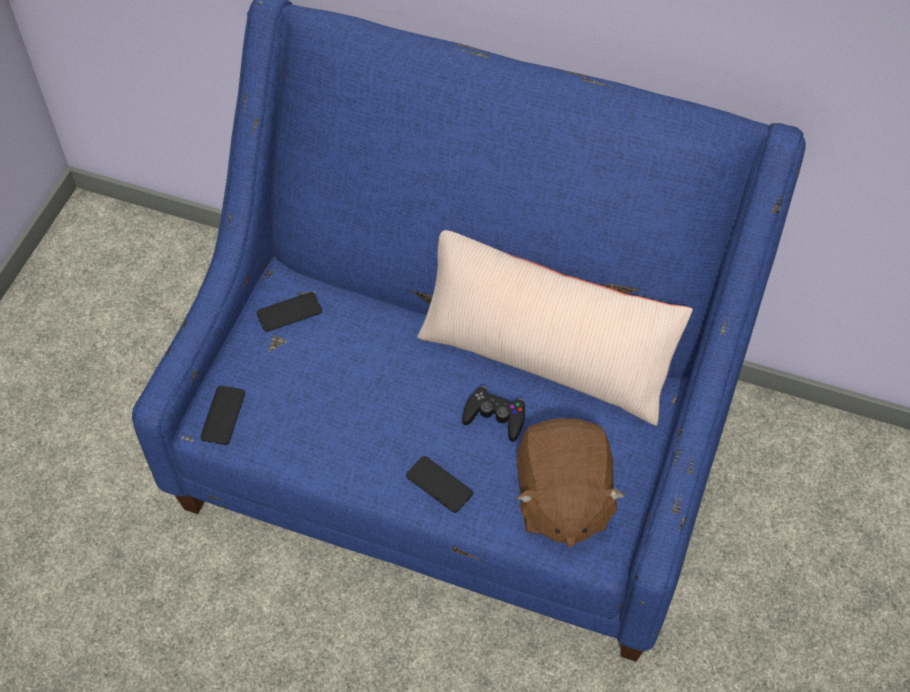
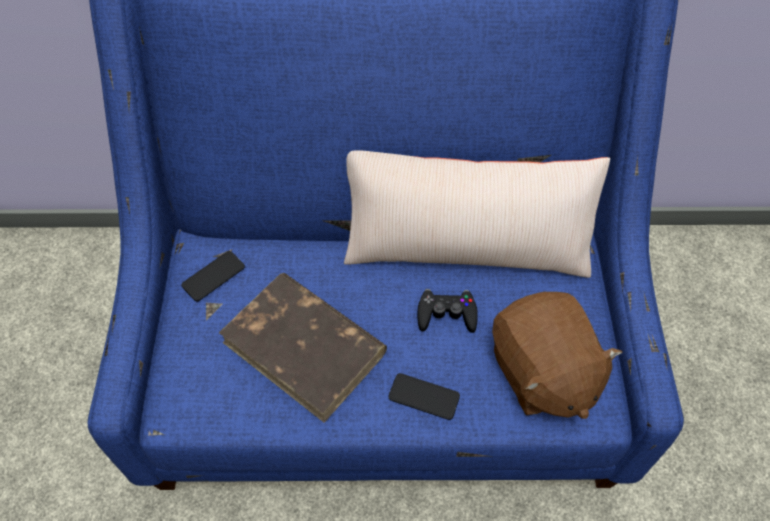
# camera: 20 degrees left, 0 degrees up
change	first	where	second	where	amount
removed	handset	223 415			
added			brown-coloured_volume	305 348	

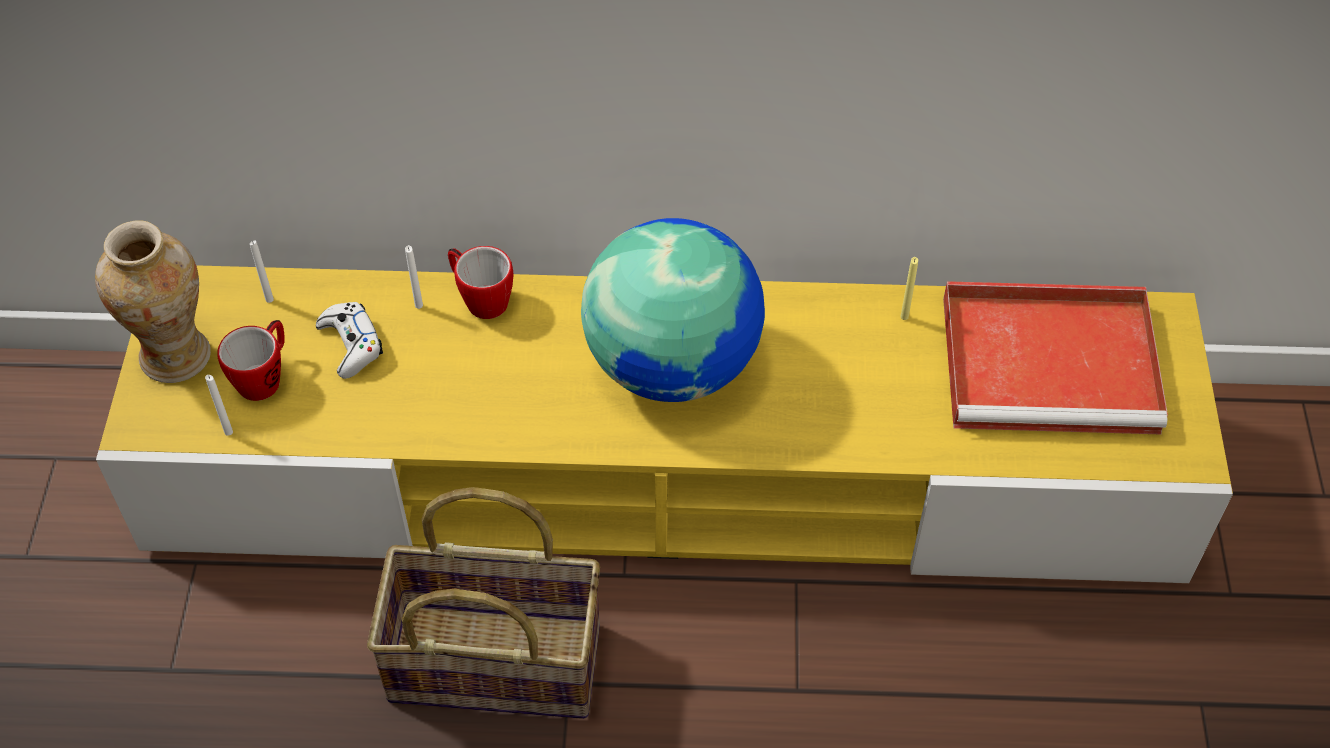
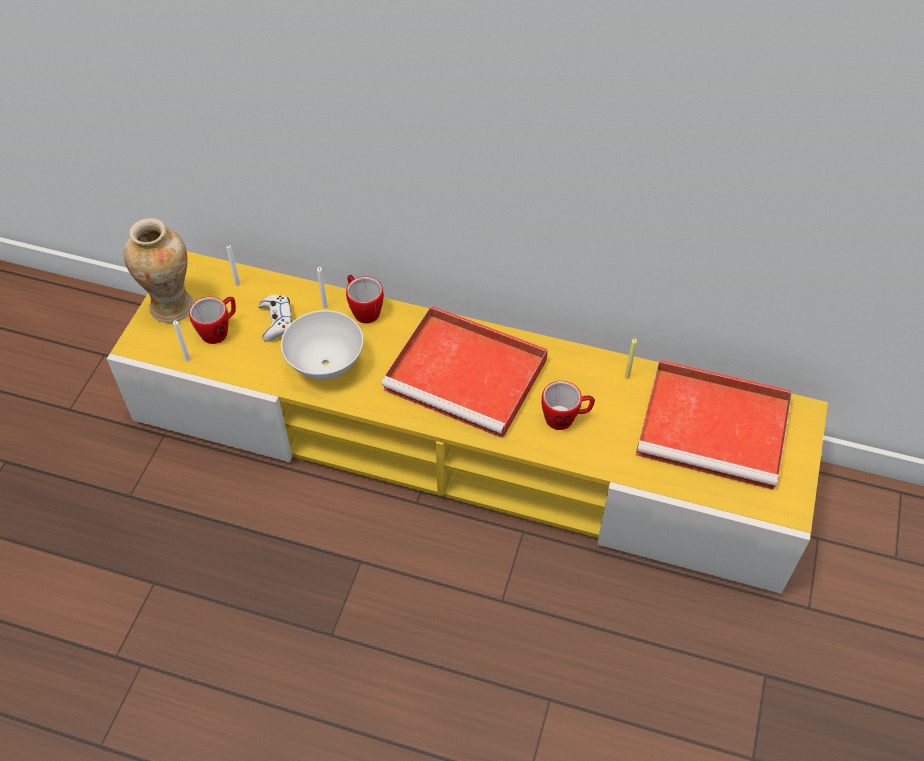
# camera: 15 degrees right, 0 degrees up
change	first	where	second	where	amount
removed	household_basket	497 659			
added			whitish_deep_dish	325 365	
added			tea_mug	565 418	
replaced	globe	673 364	reddish_serving_tray	469 375	

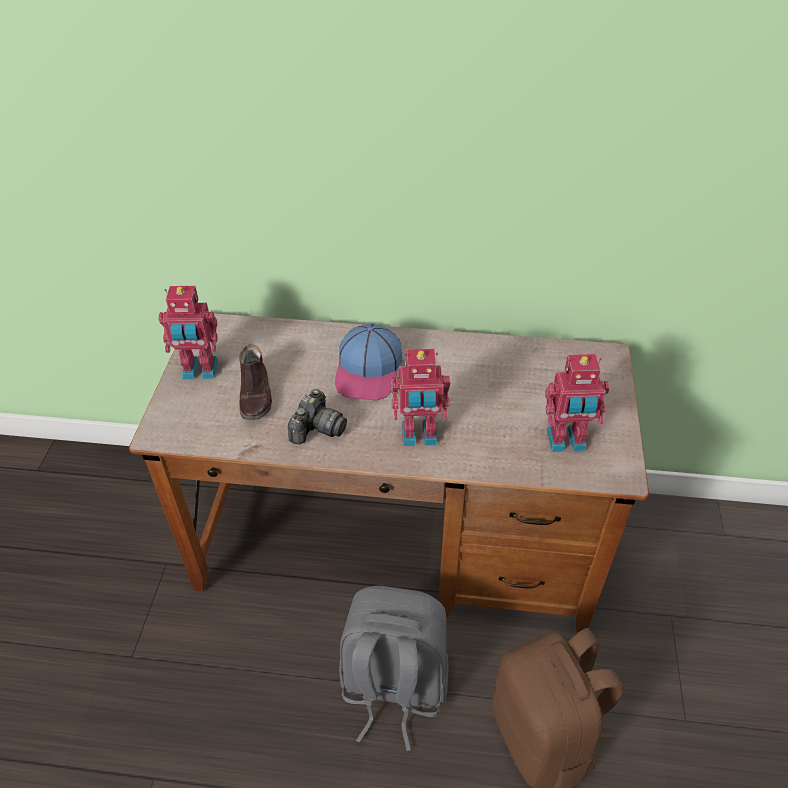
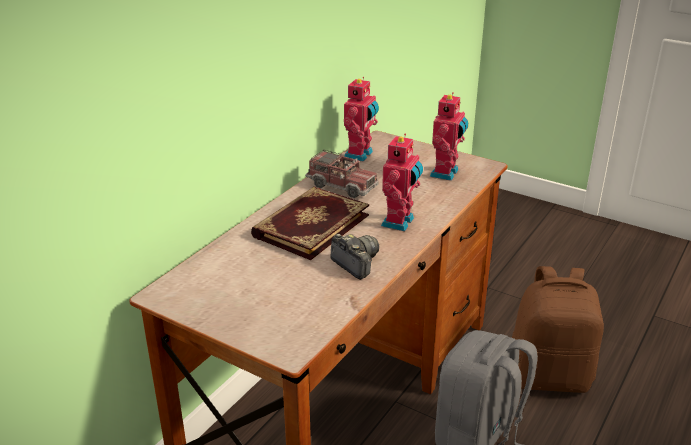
# camera: 65 degrees left, 15 degrees down
change	first	where	second	where	amount
removed	brown-coloured_low_shoe	256 394			
added			toy_lorry	342 185	
moved	robot_figure	199 371		360 155	
replaced	peaked_cap	369 370	volume	310 225	

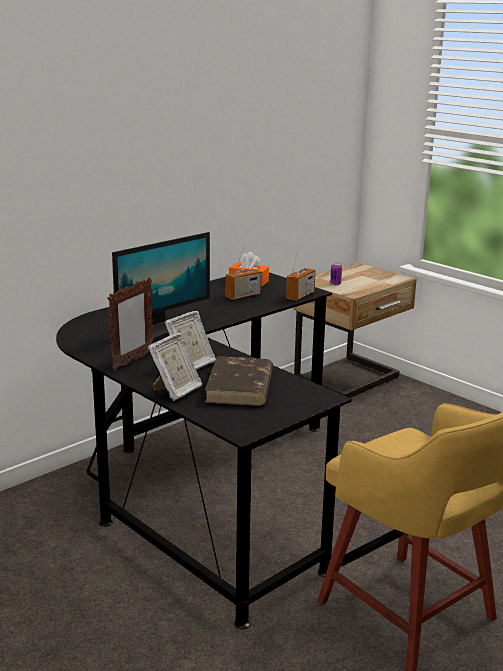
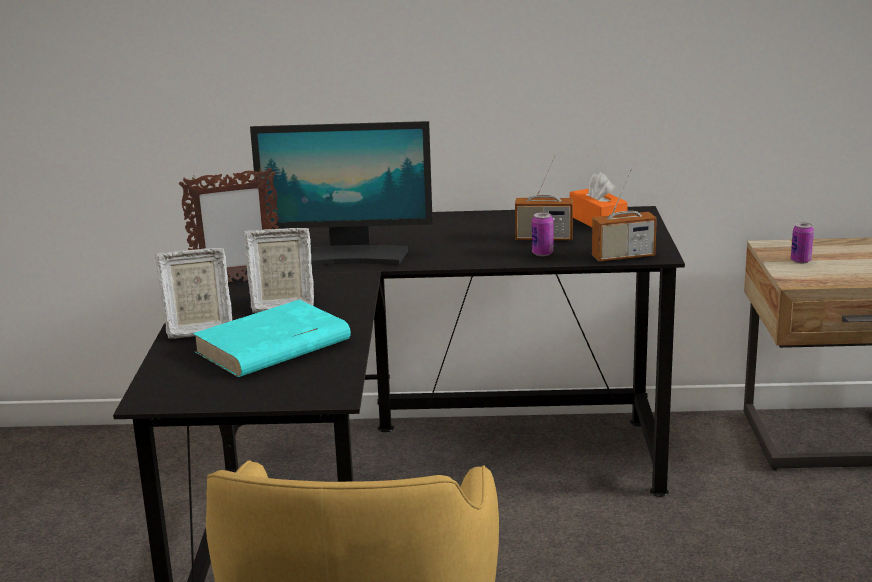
# camera: 45 degrees right, 0 degrees up
change	first	where	second	where	amount
added			sealed_can	542 253	
recoloured	brown-coloured_volume	240 386	turquoise-coloured_volume	271 347	

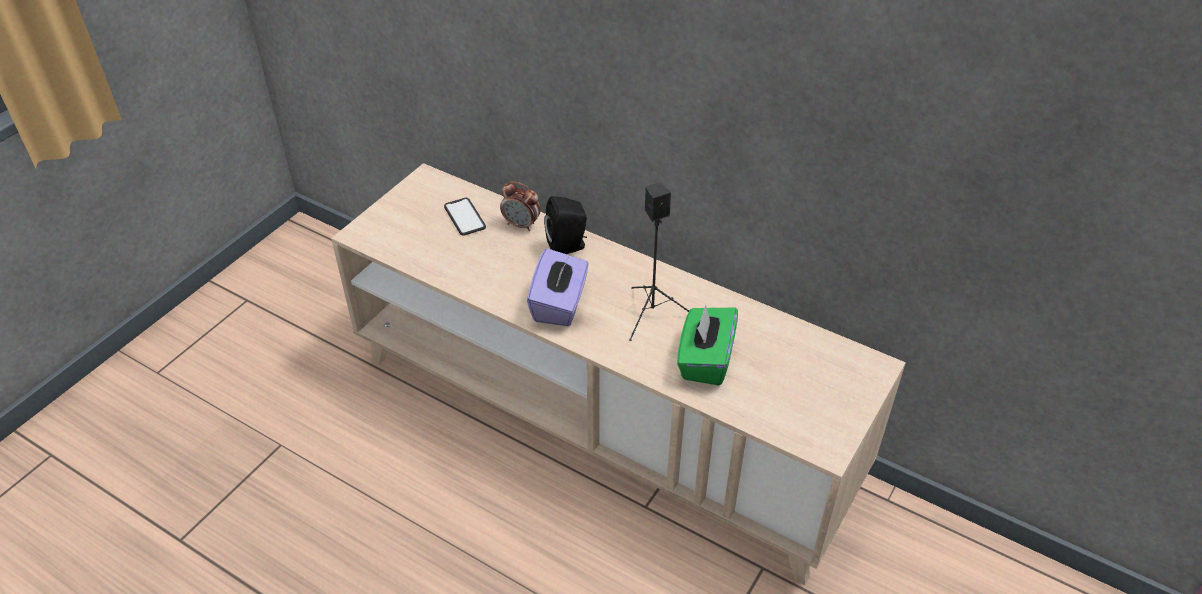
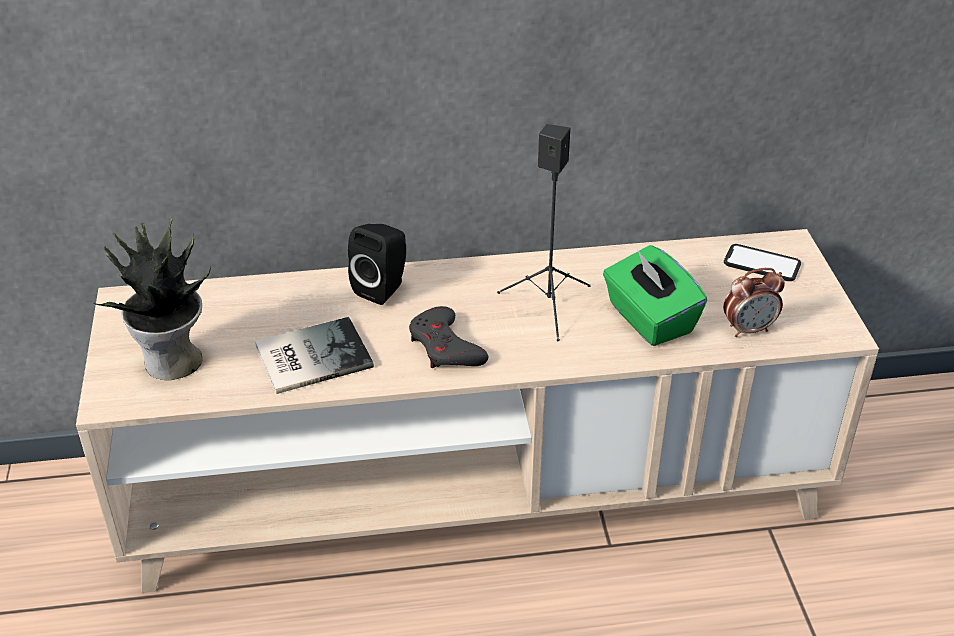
# camera: 40 degrees left, 5 degrees down
change	first	where	second	where	amount
added			potted_plant	173 363	
added			volume	310 355	
moved	handset	464 217		762 264	
moved	alarm_clock	521 225		748 329	
replaced	purplish_tissue_box	559 304	gray_game_controller	445 347	

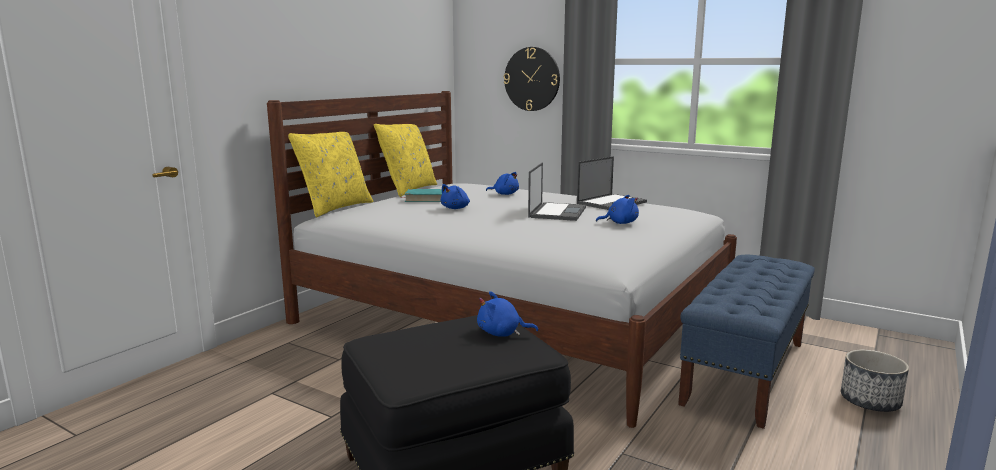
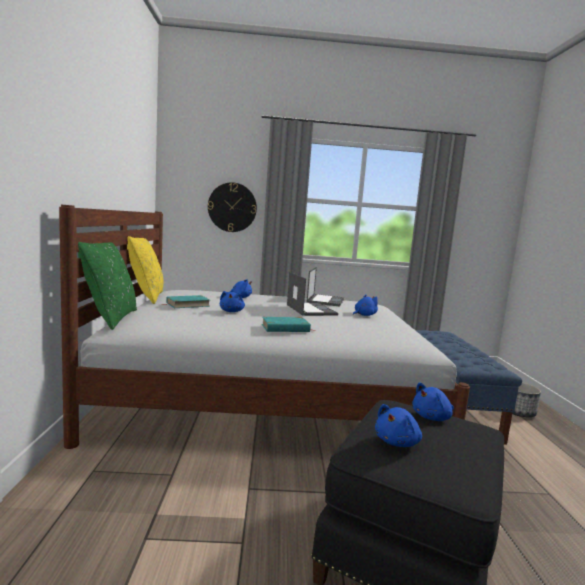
# camera: 35 degrees left, 5 degrees down
change	first	where	second	where	amount
added			turquoise-coloured_volume	285 328	
added			blue_cuddly_toy	398 442	
recoloured	yellow-coloured_cushion	335 208	green-coloured_cushion	109 318	

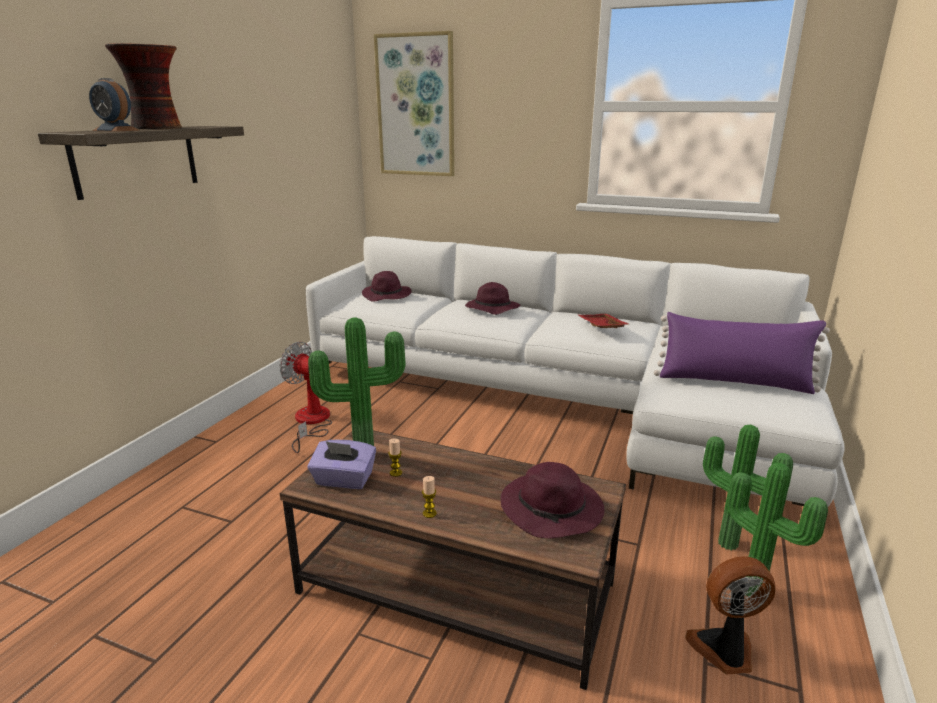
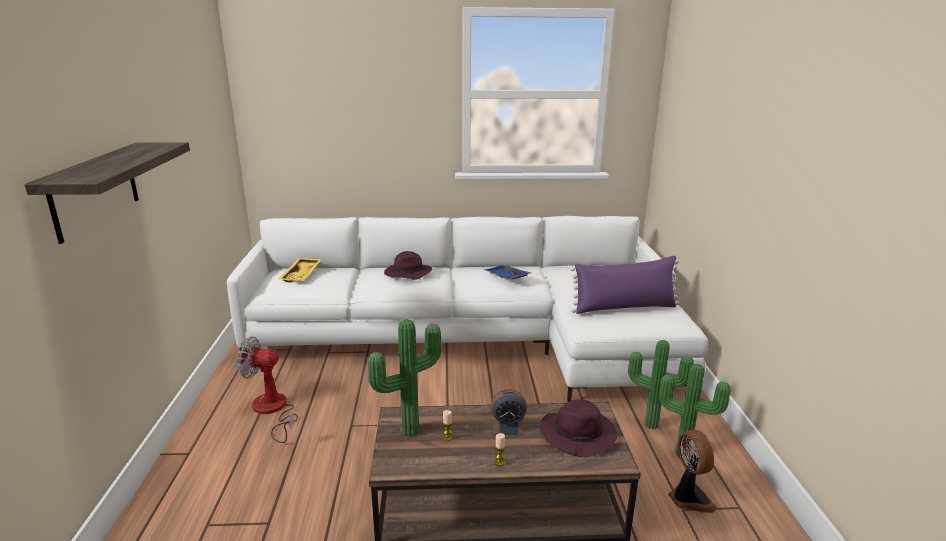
# camera: 25 degrees left, 0 degrees up
change	first	where	second	where	amount
removed	flower_vase	156 128			
removed	purplish_tissue_box	343 480			
removed	picture	416 106			
moved	alarm_clock	116 130		508 427	
replaced	purplish_clothing_hat	387 296	yellow-coloured_serving_tray	302 275	
recoloured	reddish_serving_tray	600 327	blue_serving_tray	506 278	
turned	fan	724 651		689 498	105 degrees clockwise

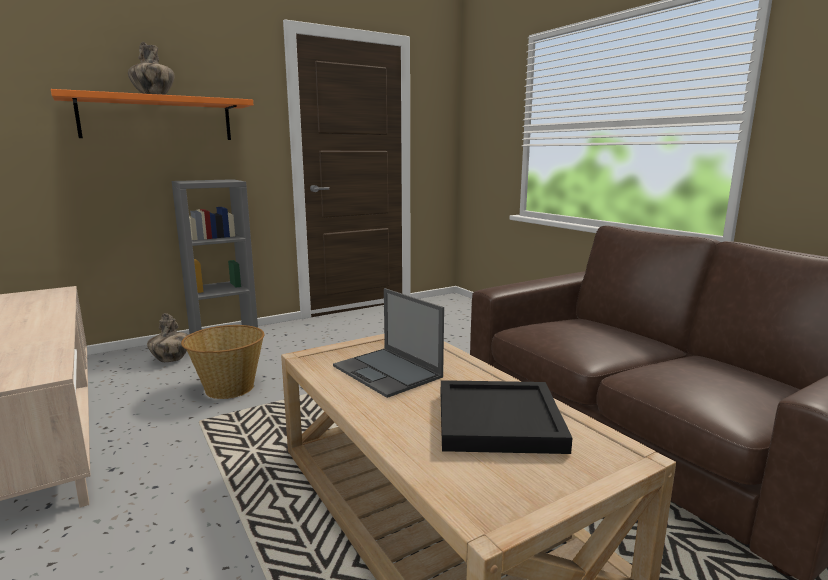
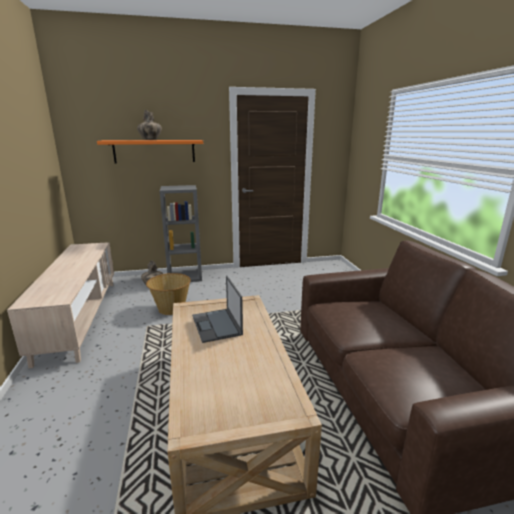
# camera: 20 degrees right, 5 degrees up
change	first	where	second	where	amount
removed	black-coloured_serving_tray	499 421			

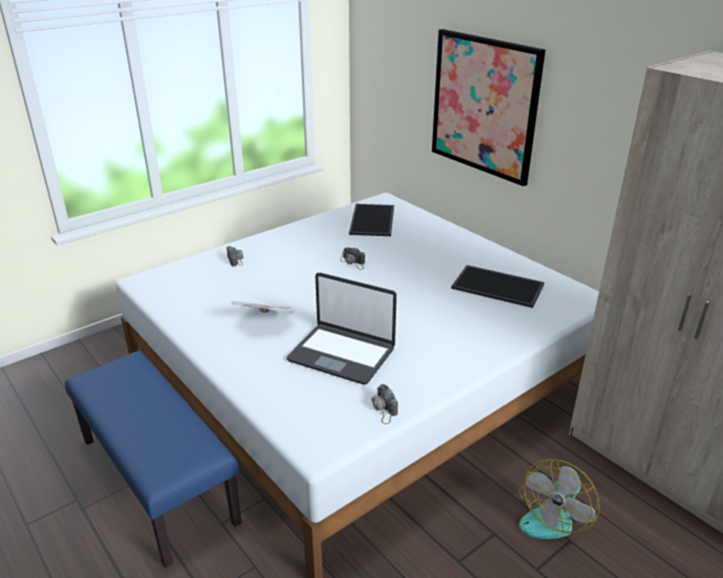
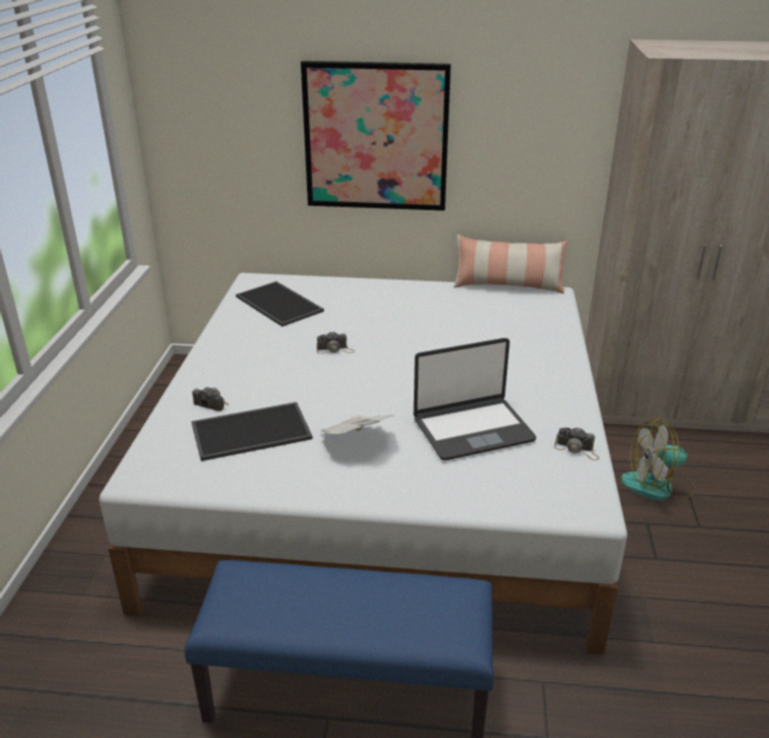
# camera: 45 degrees left, 0 degrees up
change	first	where	second	where	amount
added			cushion	508 285	
moved	serving_tray	499 286		252 430	
turned	fan	552 516		658 486	90 degrees clockwise

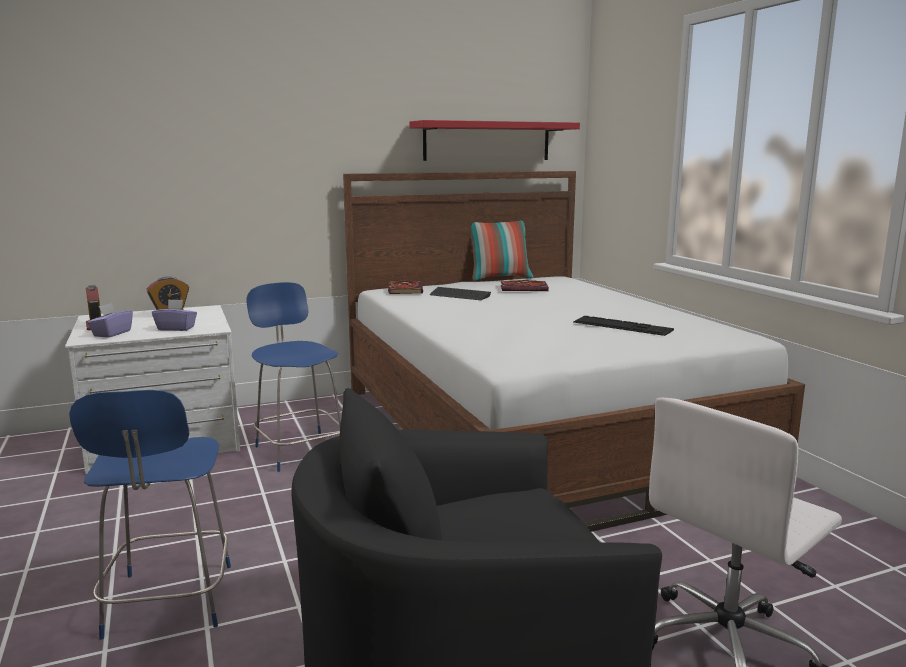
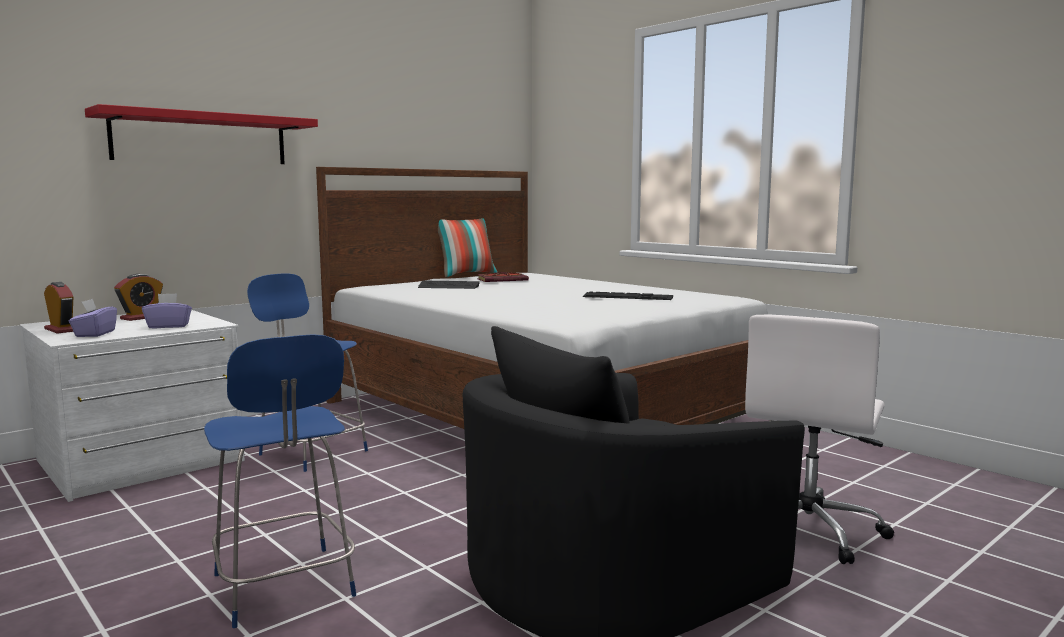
# camera: 20 degrees left, 5 degrees down
change	first	where	second	where	amount
removed	volume	404 289			
moved	reddish_shelf	487 141		201 139	

